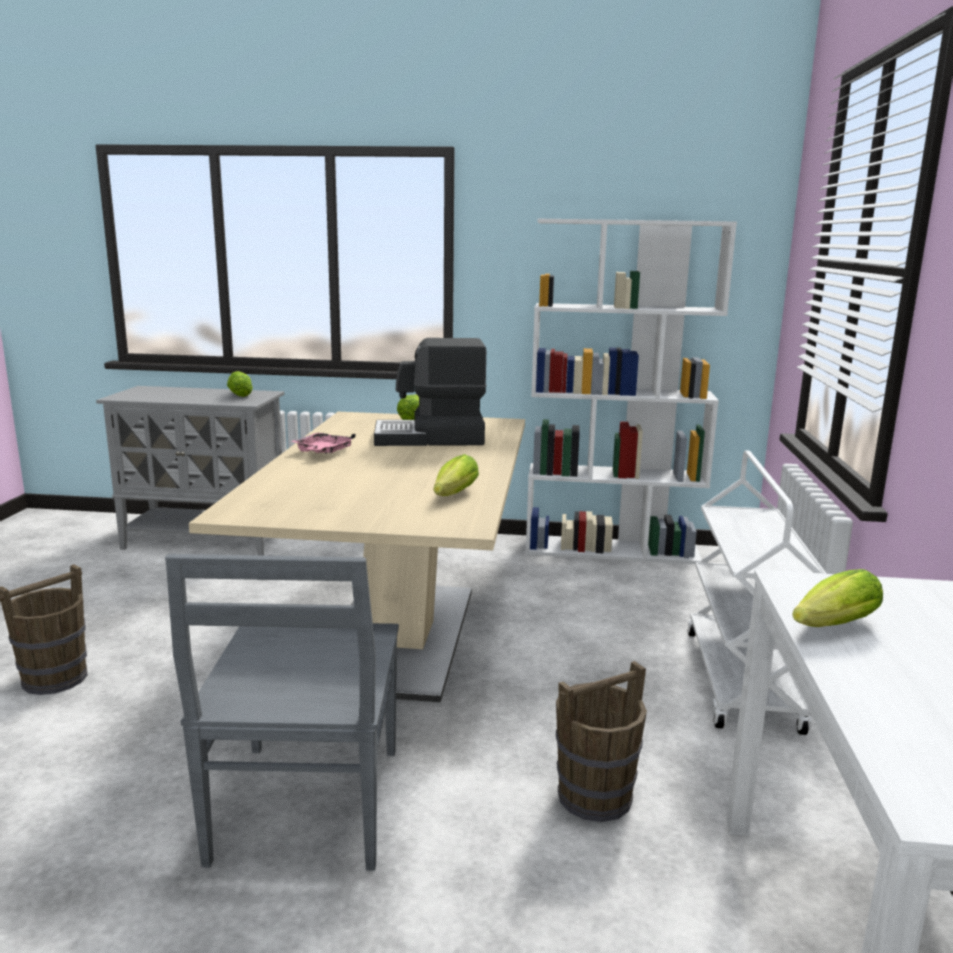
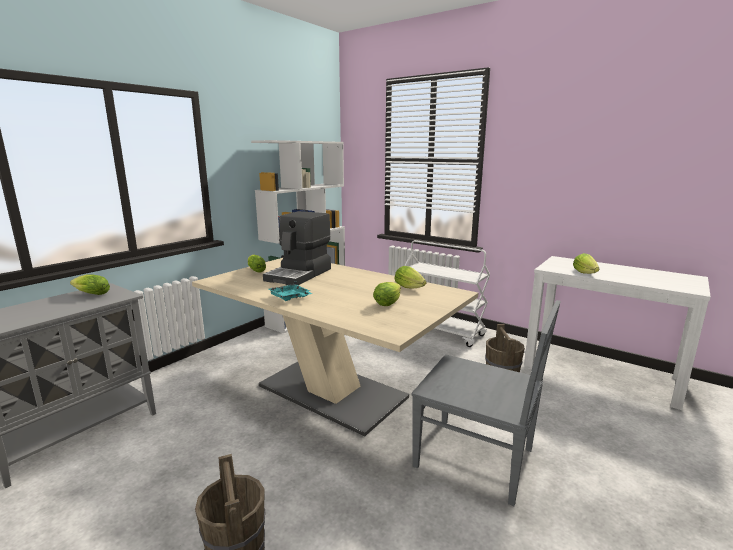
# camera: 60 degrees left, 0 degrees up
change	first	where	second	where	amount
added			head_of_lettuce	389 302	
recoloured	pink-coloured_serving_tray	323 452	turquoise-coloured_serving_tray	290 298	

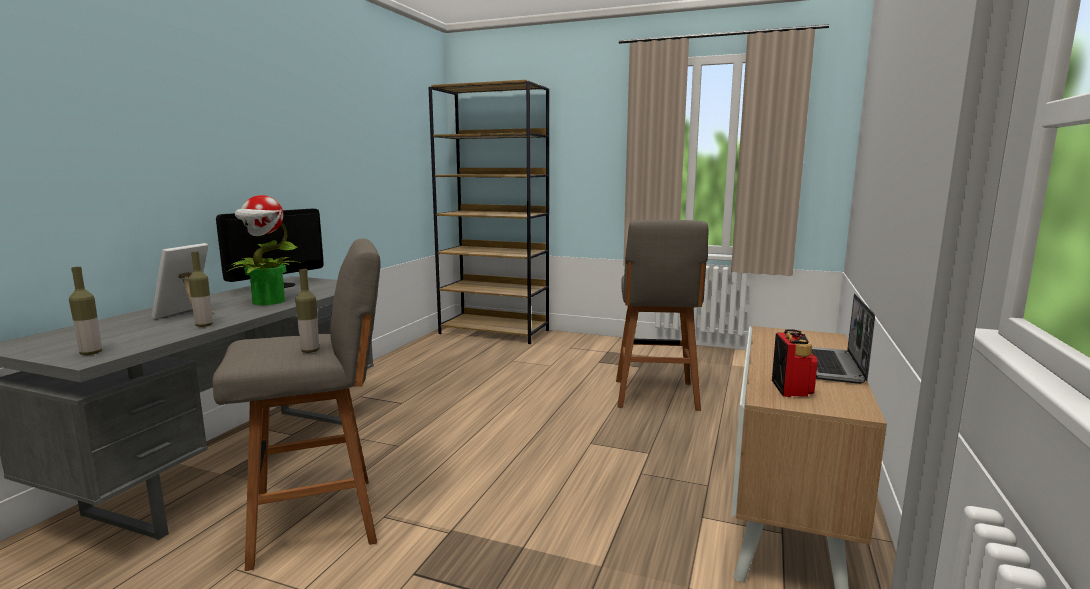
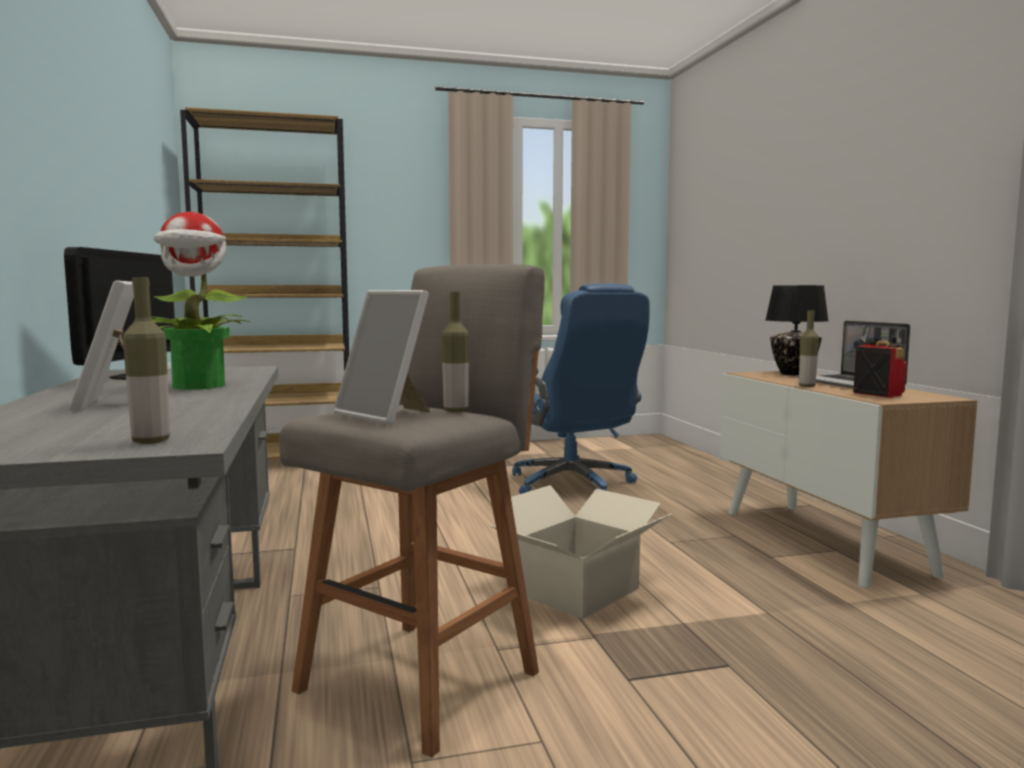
# camera: 35 degrees left, 5 degrees down
change	first	where	second	where	amount
added			picture_frame	387 415	
added			carton	579 591	
added			black-coloured_tabletop_lamp	793 374	
moved	drink_bottle	204 325		807 386	
replaced	gray_stool_seat	655 396	blue_office_chair	572 484	

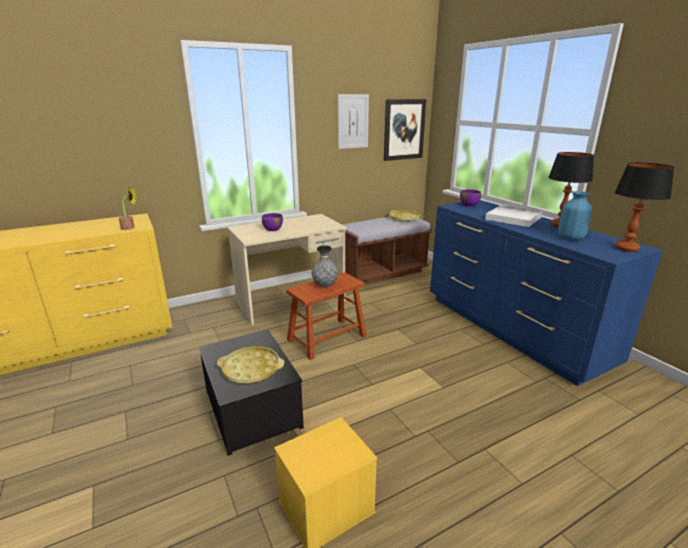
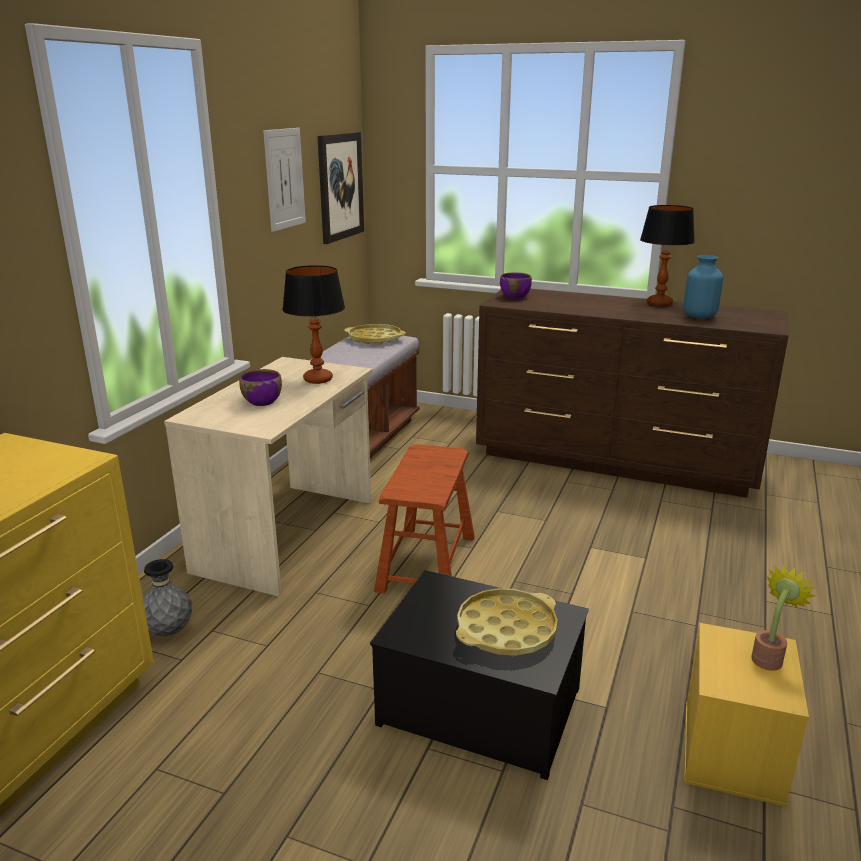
# camera: 40 degrees left, 0 degrees up
change	first	where	second	where	amount
removed	whitish_serving_tray	513 218			
moved	potted_plant	130 228		769 657	
moved	gray_flower_vase	325 285		169 631	
moved	tabletop_lamp	626 248		317 379	
recoloured	blue_chest_of_drawers	512 330	brown-coloured_chest_of_drawers	616 461	

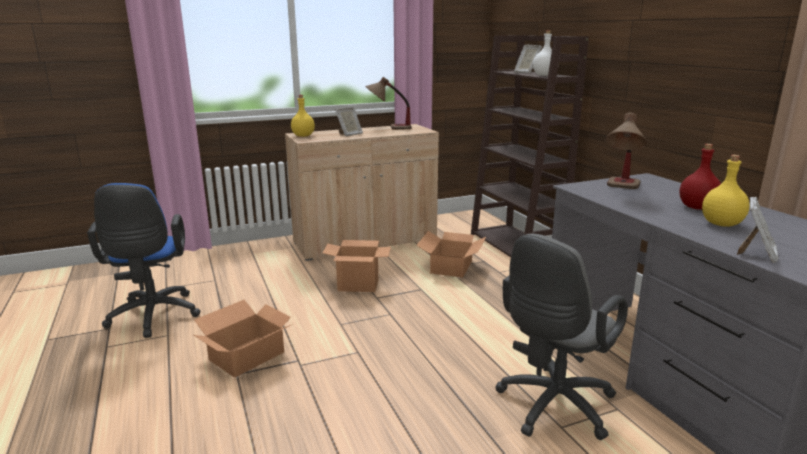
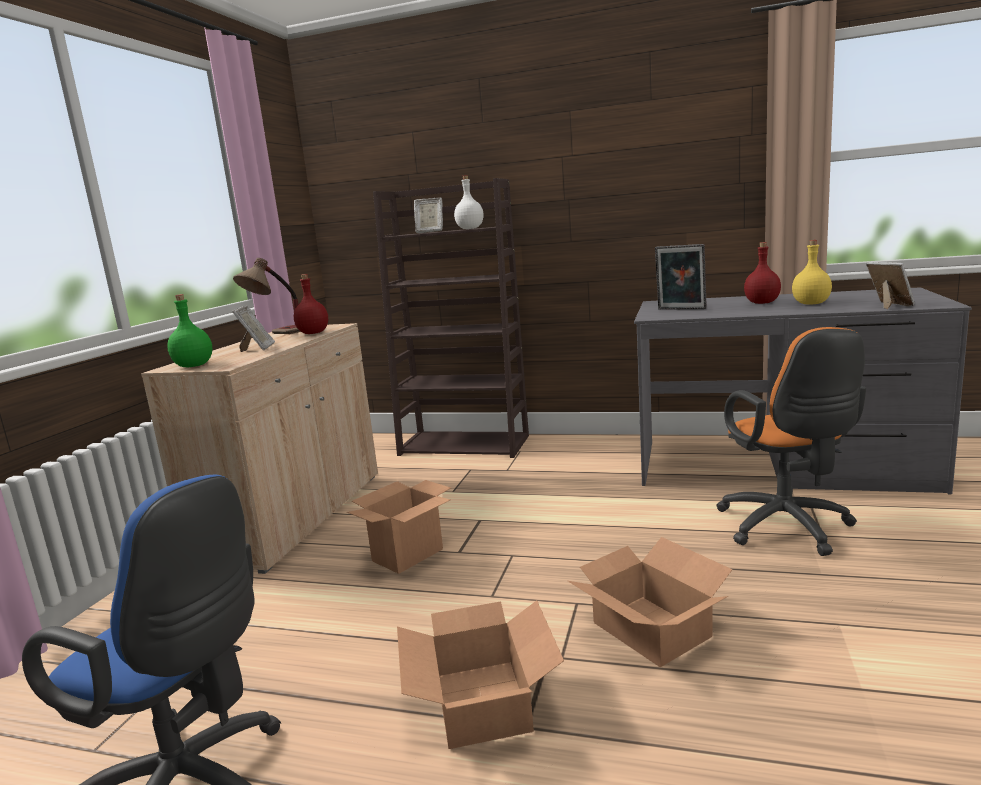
# camera: 50 degrees left, 5 degrees down
change	first	where	second	where	amount
added			reddish_drink_bottle	313 333	
moved	carton	452 267		651 628	
replaced	tabletop_lamp	621 189	picture_frame	681 309	
recoloured	yellow-coloured_drink_bottle	303 136	green-coloured_drink_bottle	194 366	
recoloured	gray_office_chair	552 407	orange-coloured_office_chair	788 529	

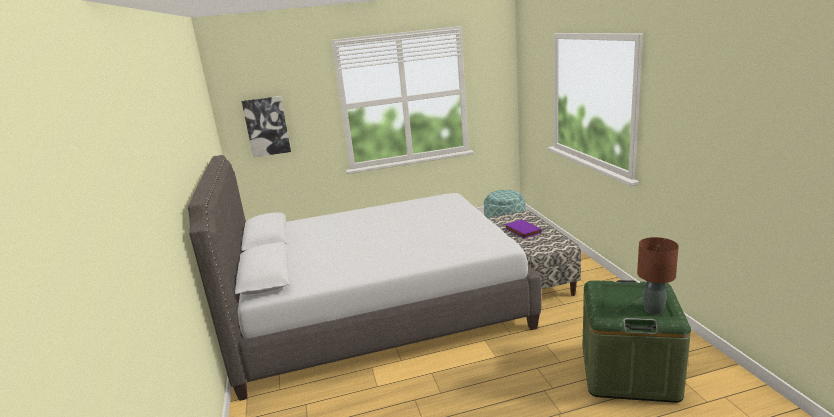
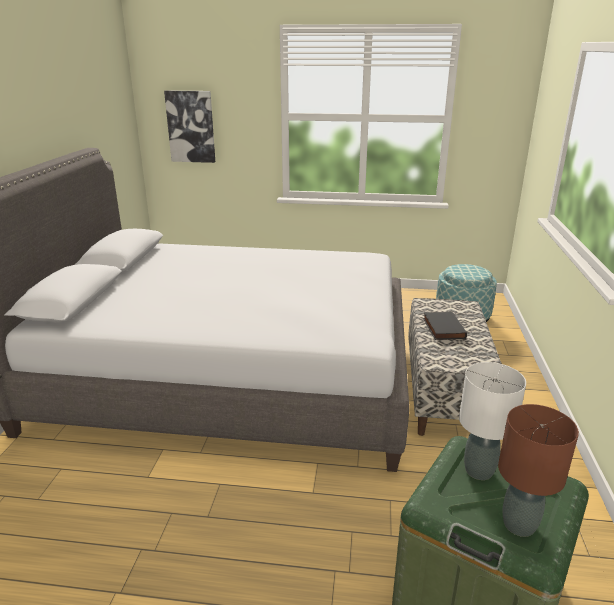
# camera: 20 degrees right, 5 degrees up
change	first	where	second	where	amount
added			whitish_tabletop_lamp	478 471	
recoloured	purplish_volume	522 231	black-coloured_volume	442 328	

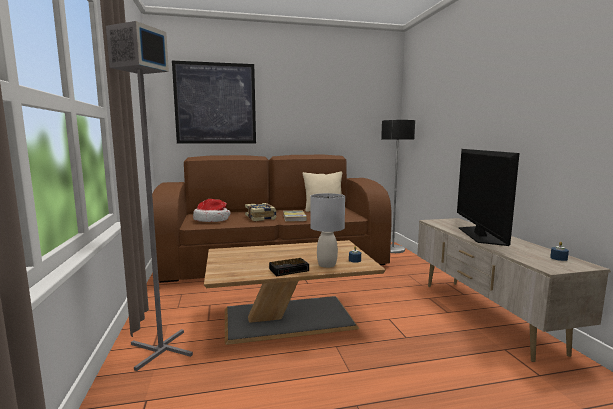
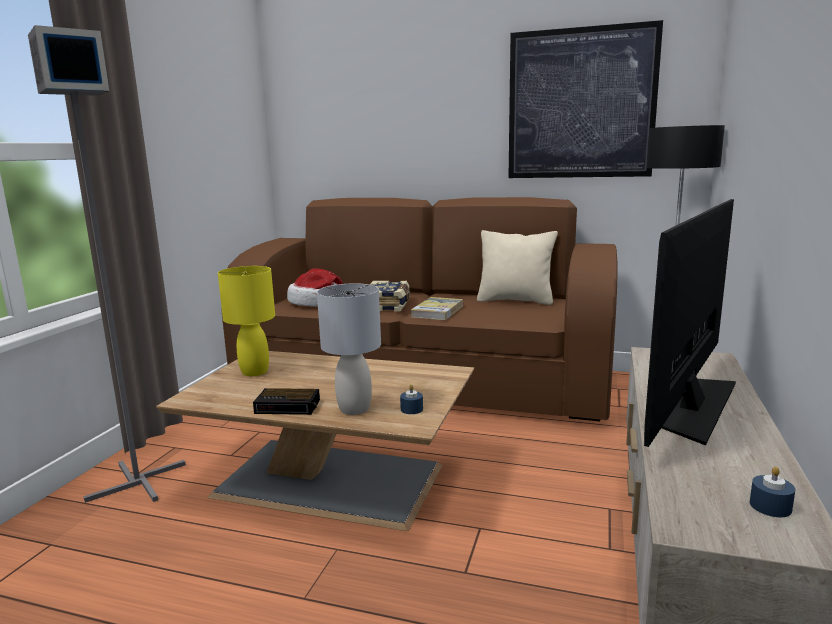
# camera: 30 degrees right, 5 degrees up
change	first	where	second	where	amount
added			yellow-coloured_tabletop_lamp	254 372	
moved	picture	215 103		580 104	

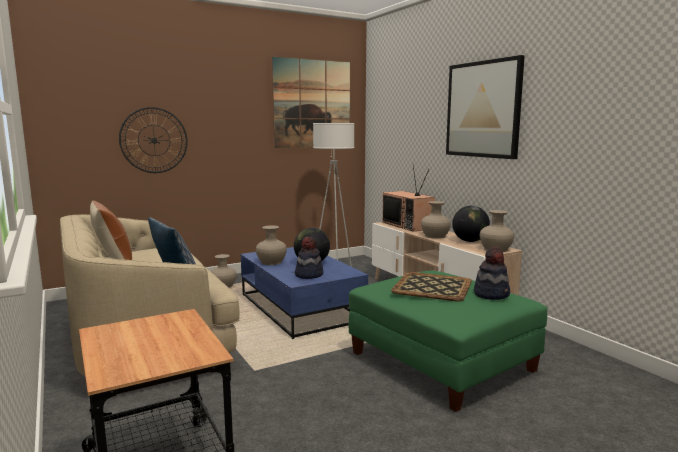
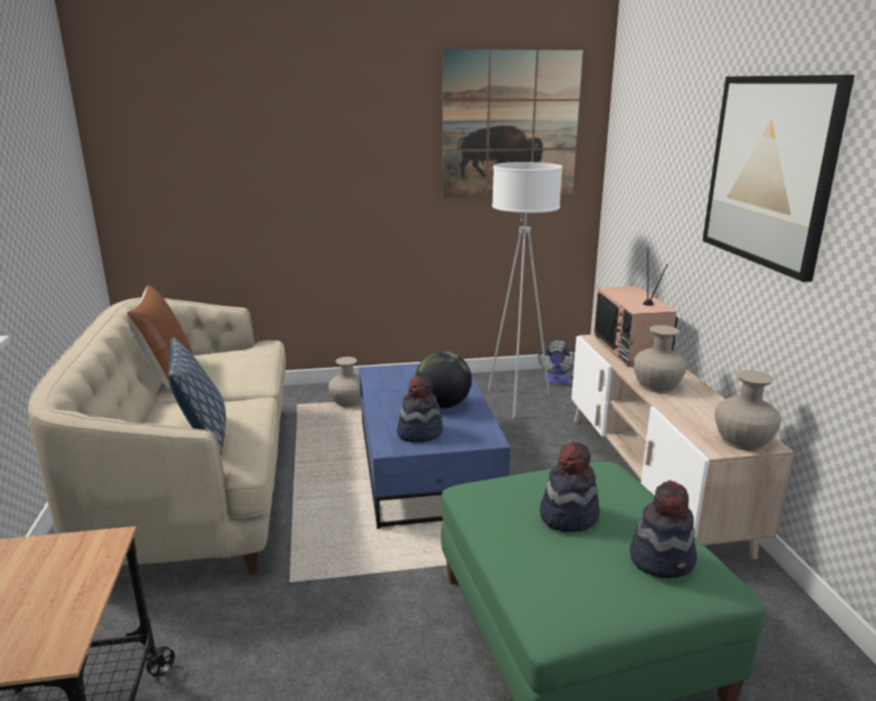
# camera: 20 degrees right, 10 degrees up
change	first	where	second	where	amount
removed	clock_on_the_wall	154 140			
removed	beige-coloured_flower_vase	271 262			
removed	globe	470 241			
added			fan	556 381	
replaced	serving_tray	431 287	clothing_hat	568 515	

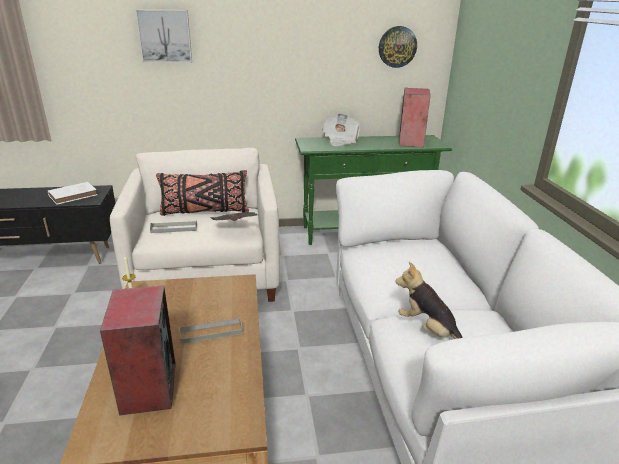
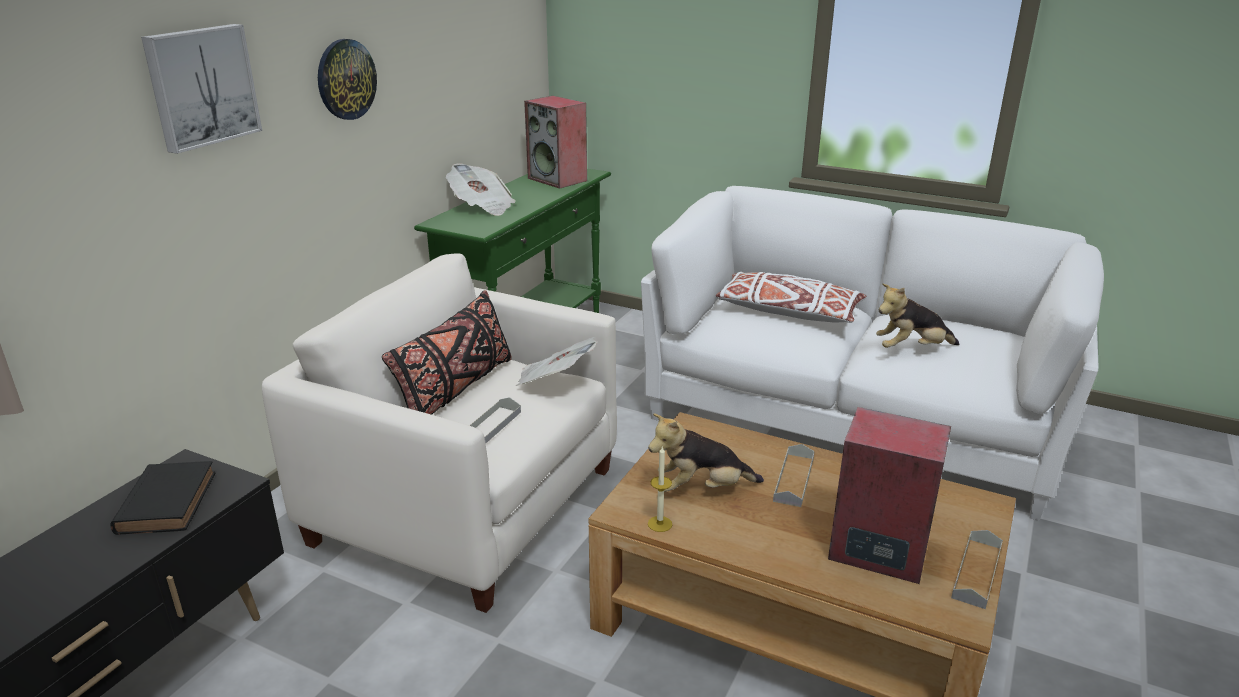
# camera: 55 degrees left, 0 degrees up
change	first	where	second	where	amount
added			cuddly_toy	701 489	
added			whitish_cushion	788 312	
added			gray_serving_tray	976 572	
moved	clock_on_the_wall	397 47		346 79	
recoloured	whitish_volume	74 195	black-coloured_volume	168 501	

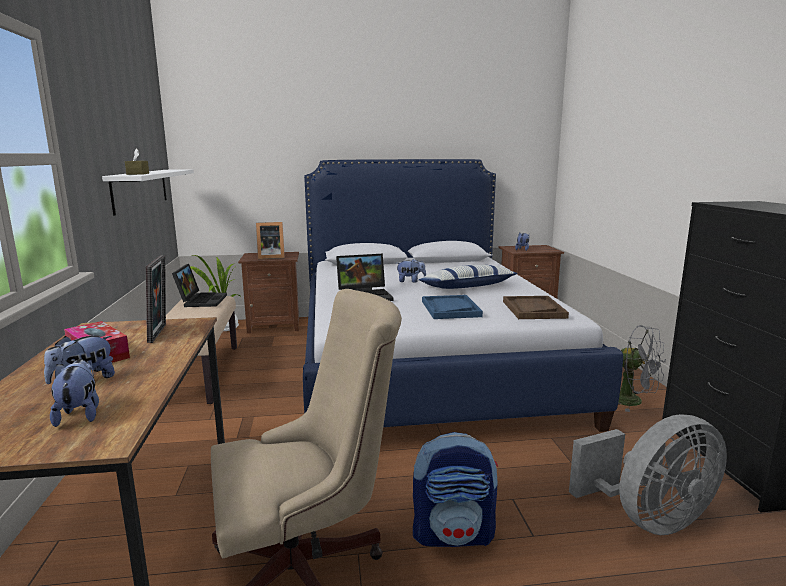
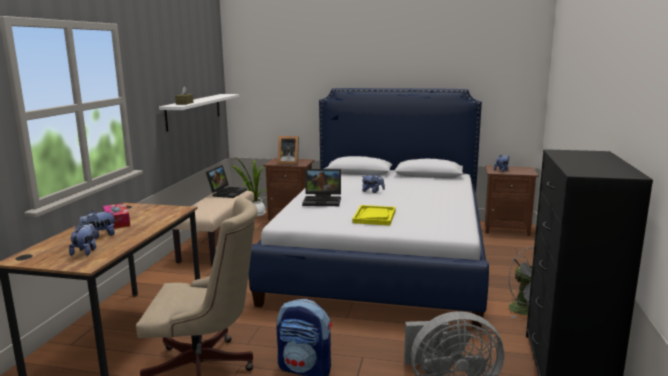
# camera: 20 degrees right, 0 degrees up
change	first	where	second	where	amount
removed	picture_frame	160 333			
removed	cushion	467 287			
removed	brown-coloured_serving_tray	533 309			
recoloured	blue_serving_tray	450 309	yellow-coloured_serving_tray	374 216	

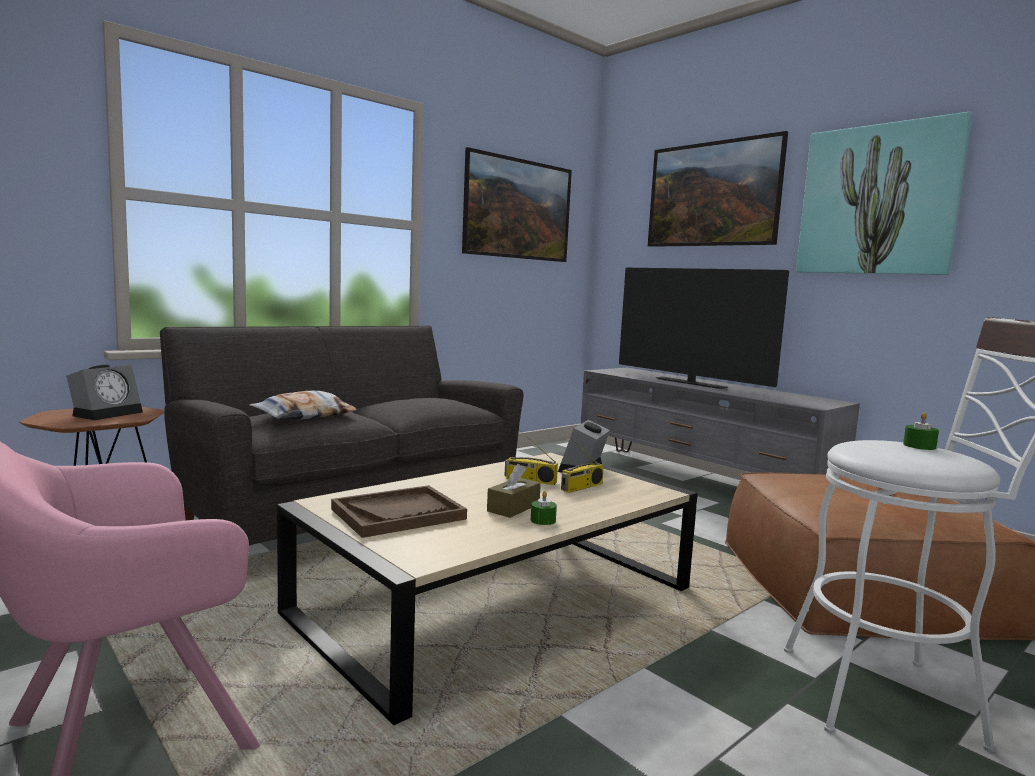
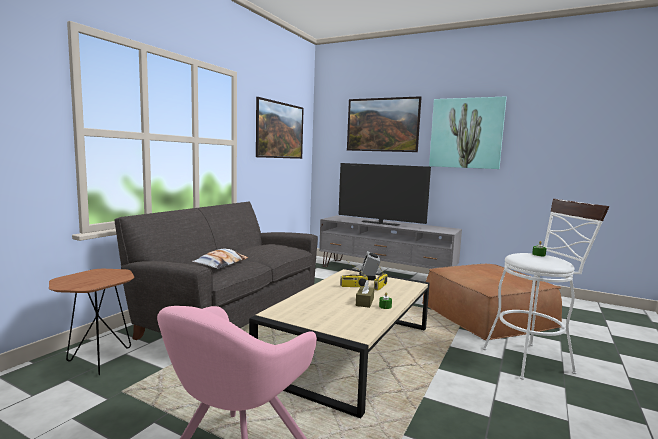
# camera: 20 degrees left, 0 degrees up
change	first	where	second	where	amount
removed	alarm_clock	108 413			
removed	brown-coloured_serving_tray	398 514			

